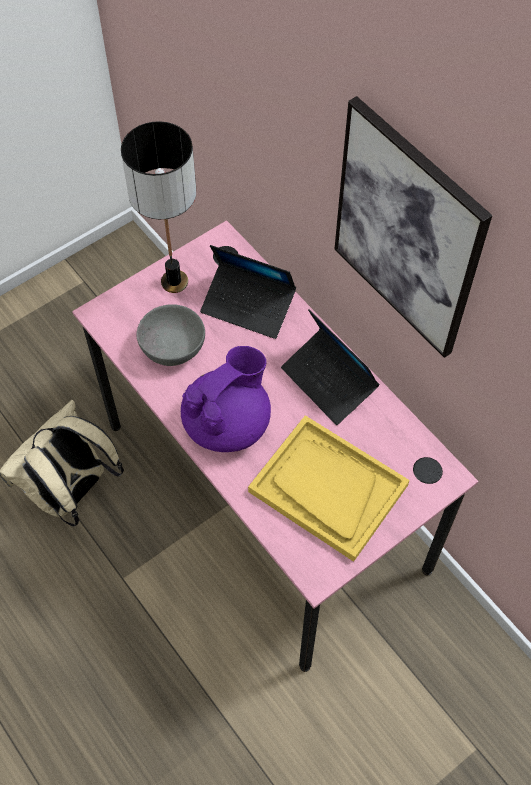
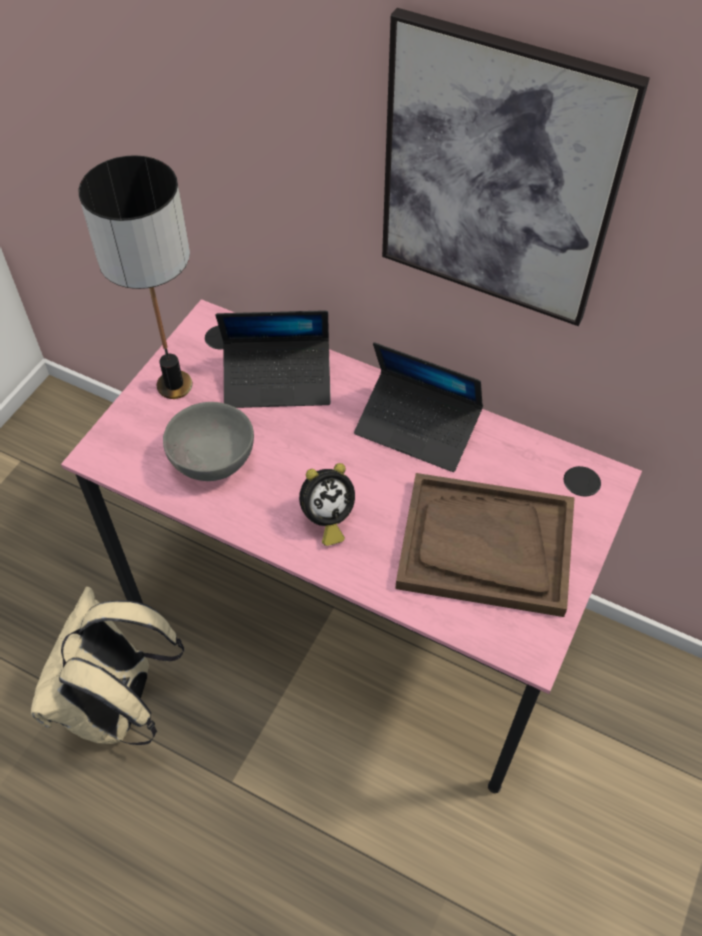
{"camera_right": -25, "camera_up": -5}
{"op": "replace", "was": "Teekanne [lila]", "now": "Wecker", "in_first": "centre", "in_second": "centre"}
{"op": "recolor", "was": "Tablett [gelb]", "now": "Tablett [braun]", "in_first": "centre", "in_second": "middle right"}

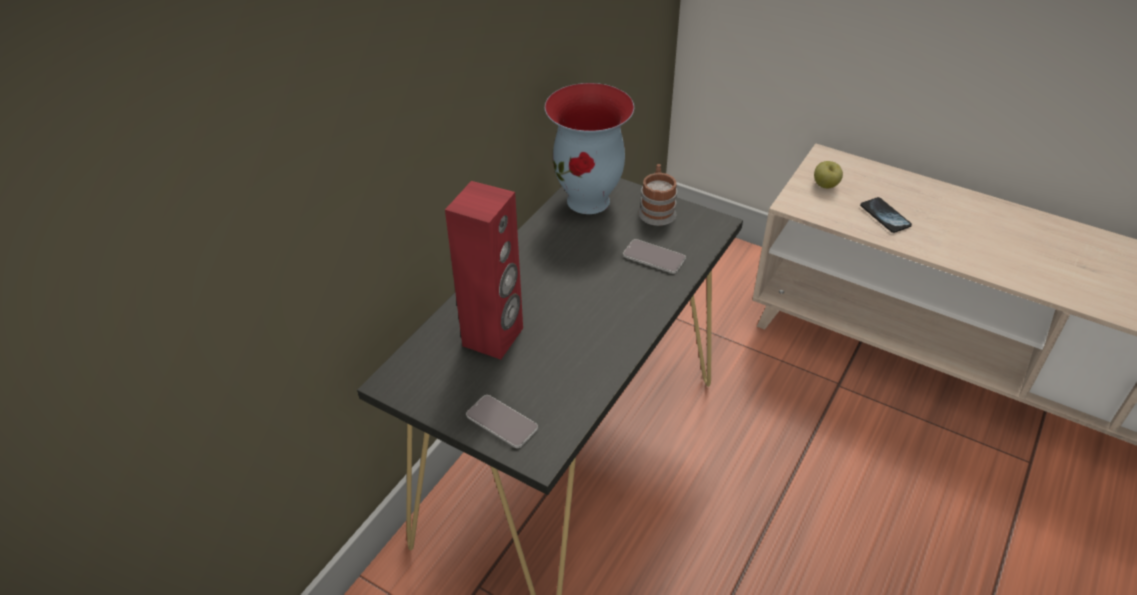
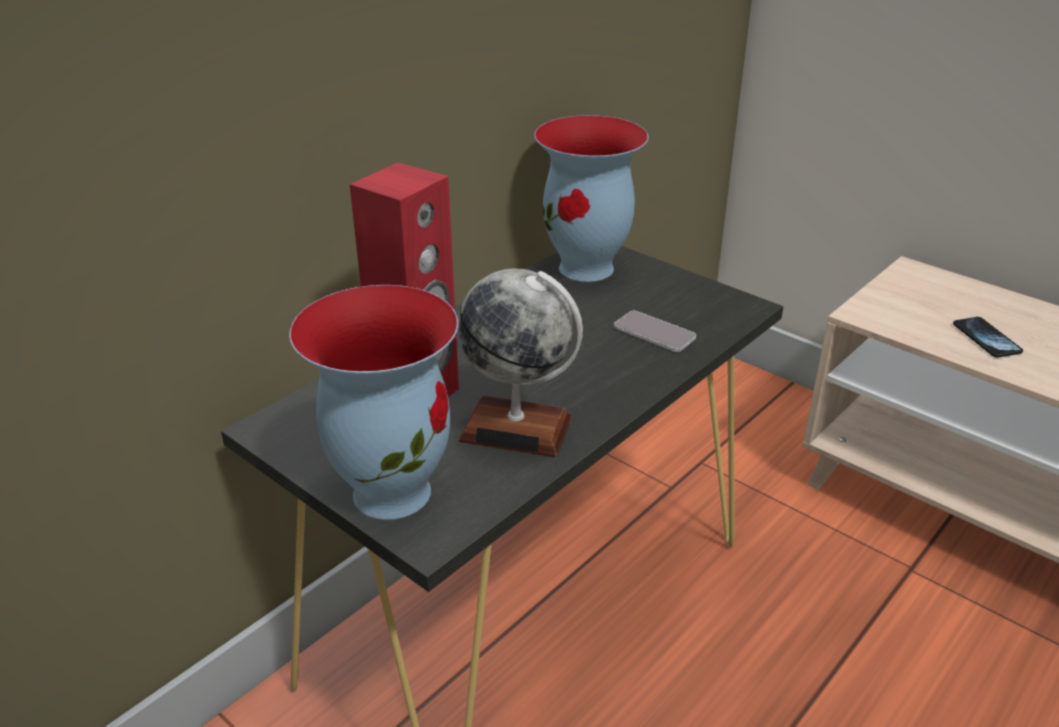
{"camera_right": 10, "camera_up": -10}
{"op": "delete", "was": "Henkelbecher", "in_first": "top centre"}
{"op": "delete", "was": "Apfel", "in_first": "top right"}
{"op": "insert", "now": "Globus", "in_second": "centre"}
{"op": "replace", "was": "Handy (1st from left)", "now": "Vase (1st from left)", "in_first": "bottom centre", "in_second": "centre"}

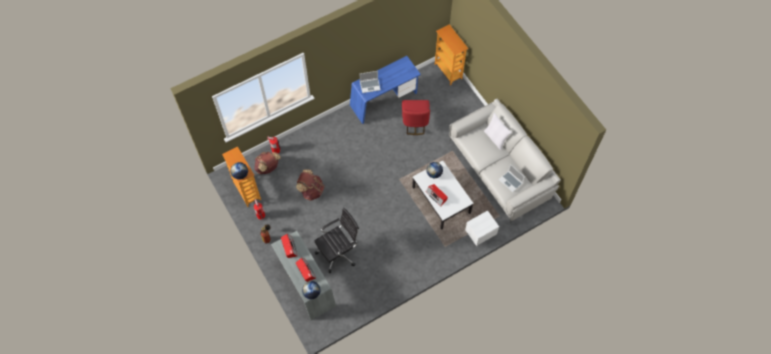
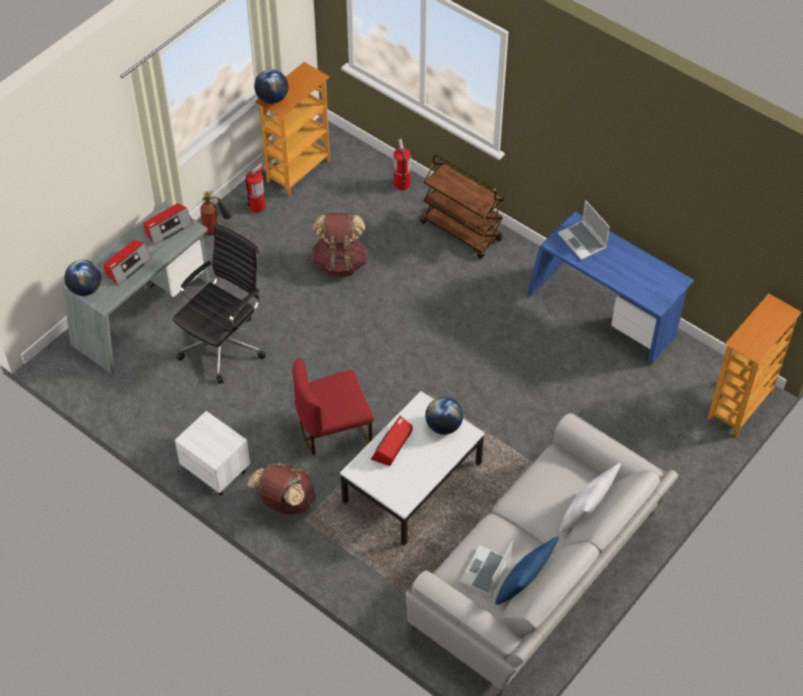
{"camera_right": 70, "camera_up": -10}
{"op": "insert", "now": "Rollwagen [braun]", "in_second": "top centre"}
{"op": "insert", "now": "Kissen [blau]", "in_second": "bottom centre"}
{"op": "move", "was": "Rucksack [braun] (1st from left)", "in_first": "centre", "in_second": "bottom centre"}
{"op": "move", "was": "Stuhl [rot]", "in_first": "top centre", "in_second": "centre"}
{"op": "move", "was": "Nachttisch [weiß]", "in_first": "centre", "in_second": "middle left"}
{"op": "rotate", "was": "Bürostuhl [schwarz]", "in_first": "bottom centre", "in_second": "middle left", "clockwise": -90}

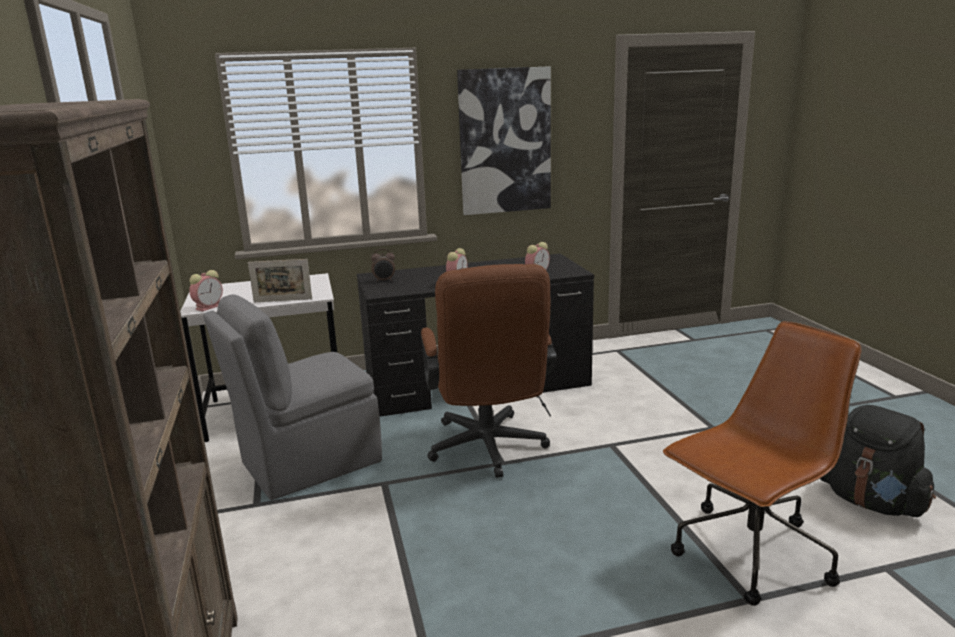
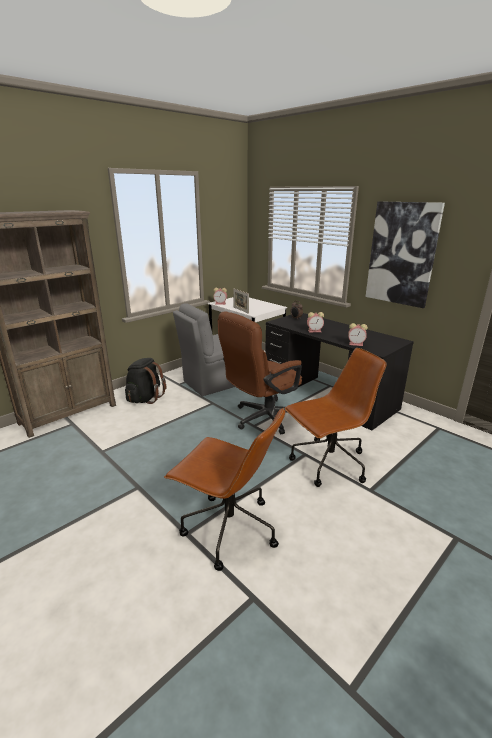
{"camera_right": 60, "camera_up": 5}
{"op": "insert", "now": "Bürostuhl [braun] (3rd from left)", "in_second": "middle right"}
{"op": "move", "was": "Rucksack [schwarz]", "in_first": "bottom right", "in_second": "middle left"}
{"op": "rotate", "was": "Stuhl [grau]", "in_first": "middle left", "in_second": "centre", "clockwise": -60}

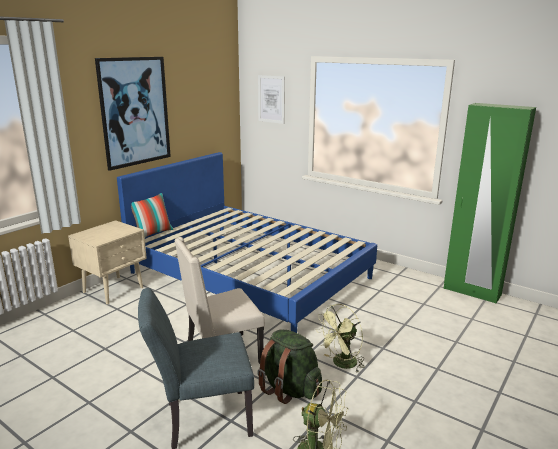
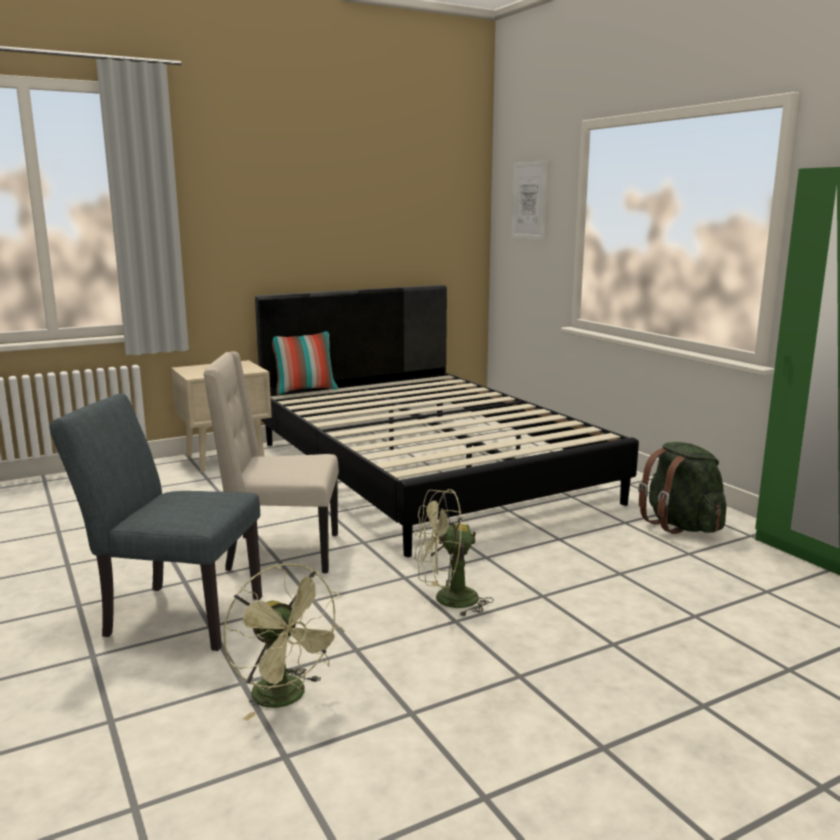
{"camera_right": 25, "camera_up": -5}
{"op": "delete", "was": "Bild (1st from left)", "in_first": "top left"}
{"op": "move", "was": "Rucksack [grün]", "in_first": "bottom centre", "in_second": "middle right"}
{"op": "recolor", "was": "Bett [blau]", "now": "Bett [schwarz]", "in_first": "centre", "in_second": "centre"}

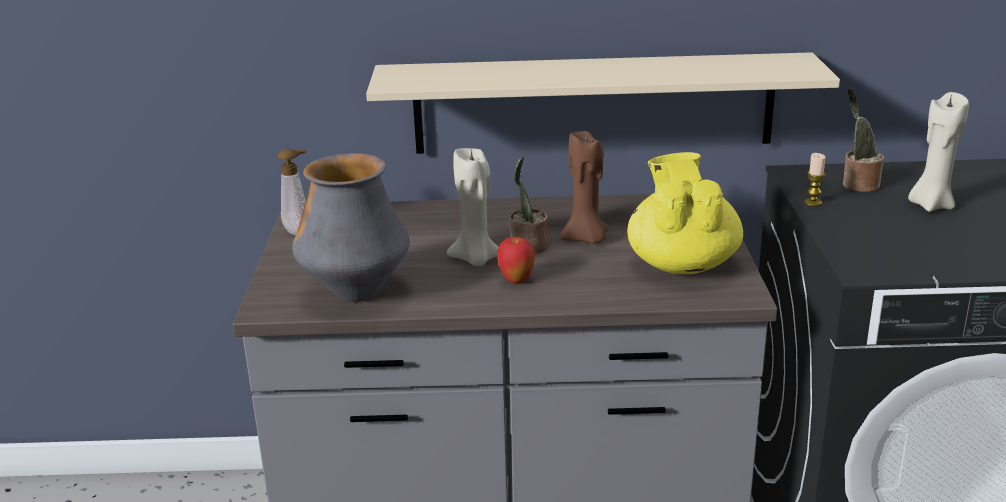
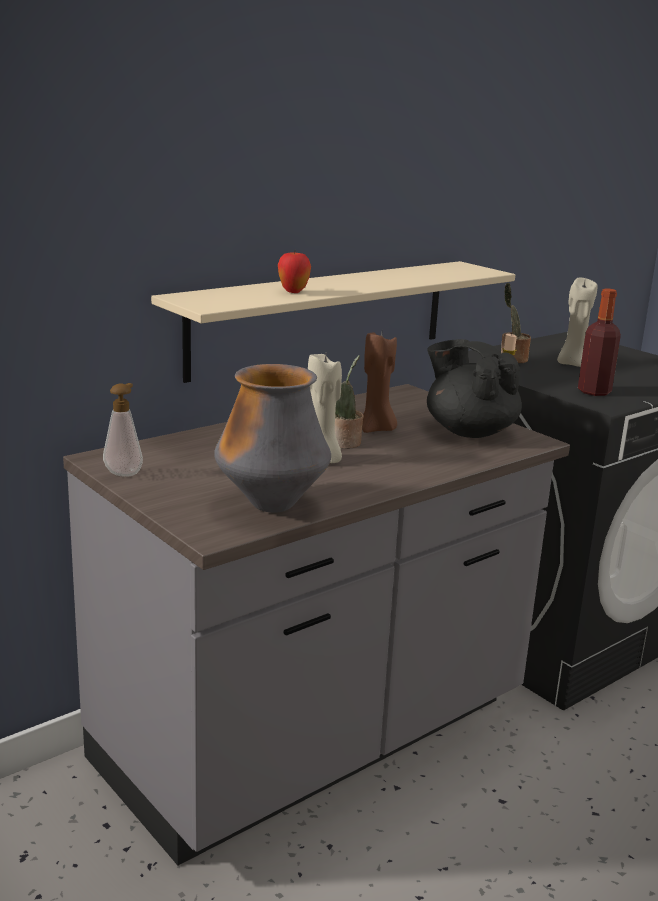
{"camera_right": -40, "camera_up": -5}
{"op": "insert", "now": "Flasche", "in_second": "middle right"}
{"op": "move", "was": "Apfel", "in_first": "centre", "in_second": "top centre"}
{"op": "recolor", "was": "Teekanne [gelb]", "now": "Teekanne [schwarz]", "in_first": "middle right", "in_second": "middle right"}

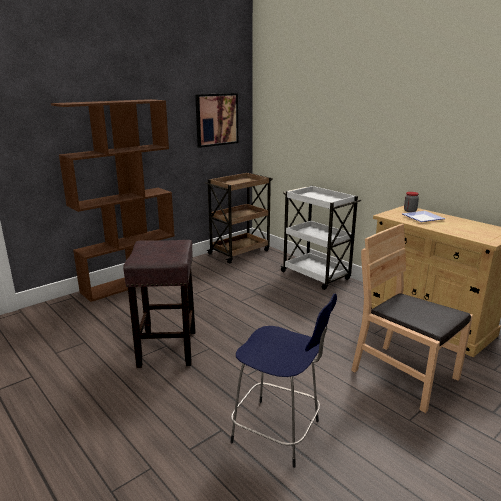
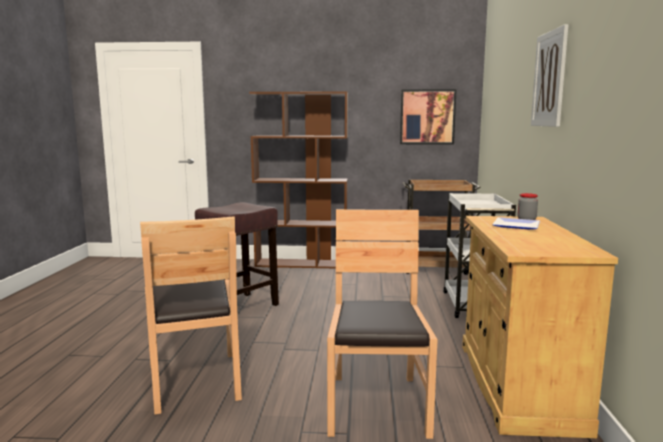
{"camera_right": 45, "camera_up": -10}
{"op": "insert", "now": "Bild (2nd from left)", "in_second": "top right"}
{"op": "replace", "was": "Hocker [blau]", "now": "Stuhl [braun] (1st from left)", "in_first": "bottom centre", "in_second": "bottom left"}

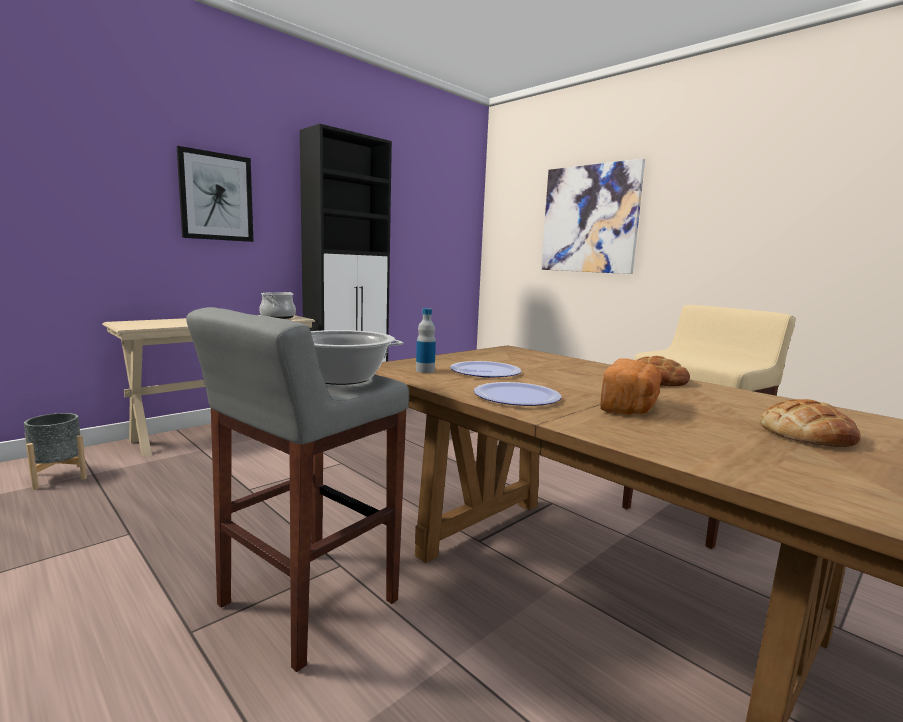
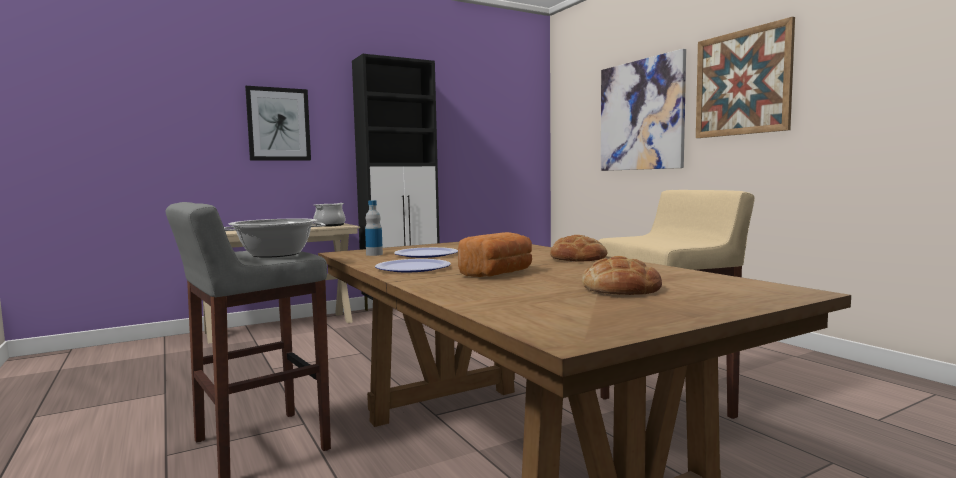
{"camera_right": 15, "camera_up": -5}
{"op": "delete", "was": "Pflanzkübel [grau]", "in_first": "middle left"}
{"op": "insert", "now": "Bild (3rd from left)", "in_second": "top right"}

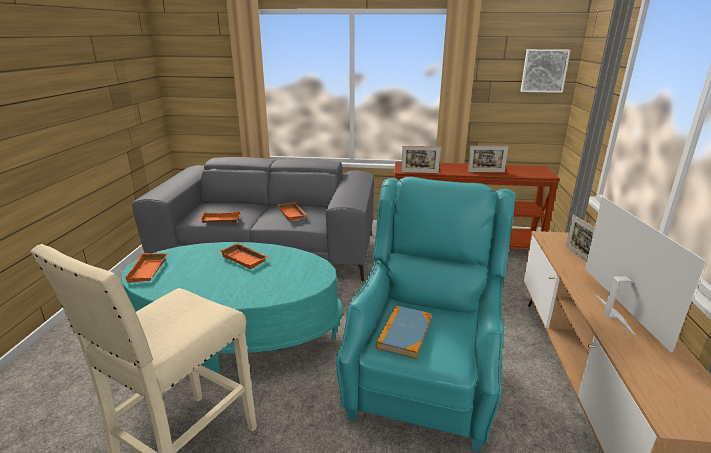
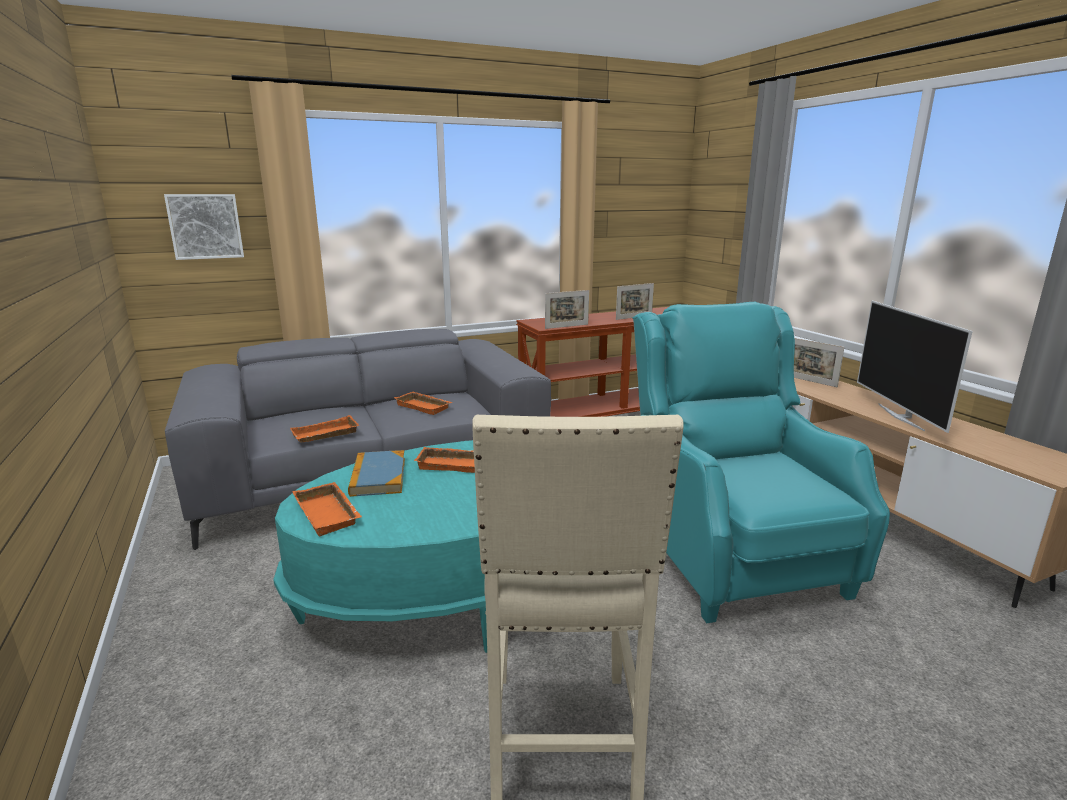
{"camera_right": -30, "camera_up": -5}
{"op": "move", "was": "Buch", "in_first": "bottom centre", "in_second": "centre"}
{"op": "move", "was": "Bild", "in_first": "top right", "in_second": "top left"}
{"op": "rotate", "was": "Fernseher", "in_first": "middle right", "in_second": "middle right", "clockwise": -150}

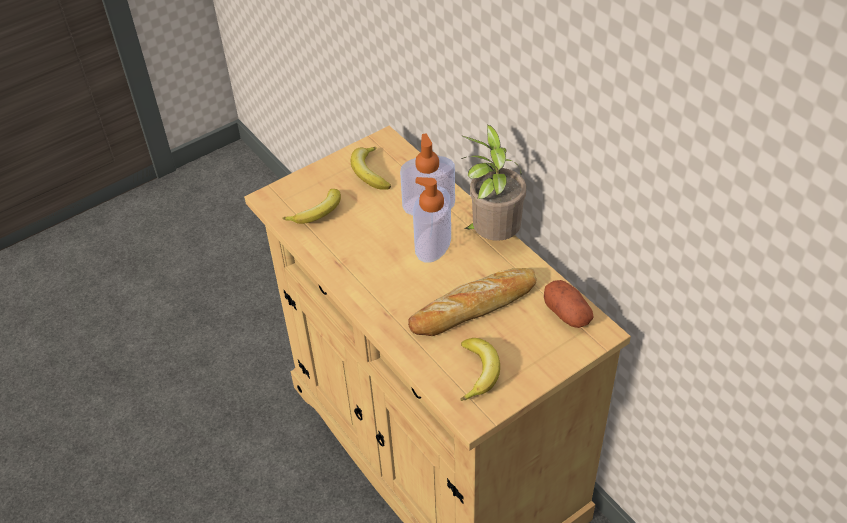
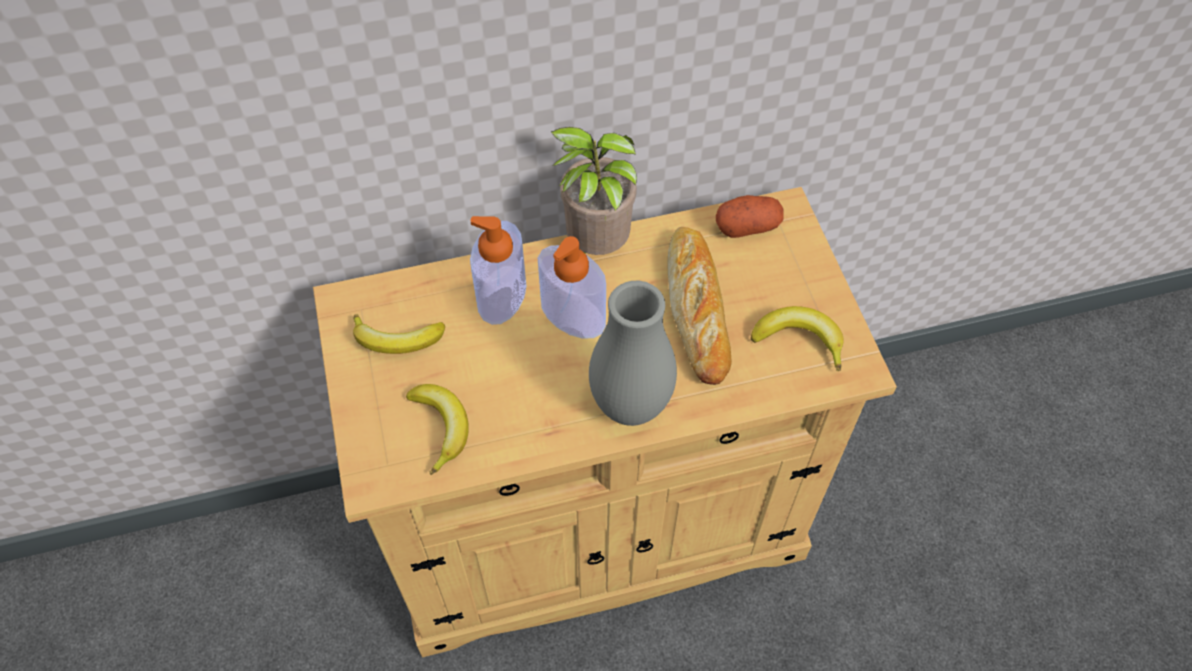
{"camera_right": -70, "camera_up": 10}
{"op": "insert", "now": "Vase [grau]", "in_second": "centre"}

